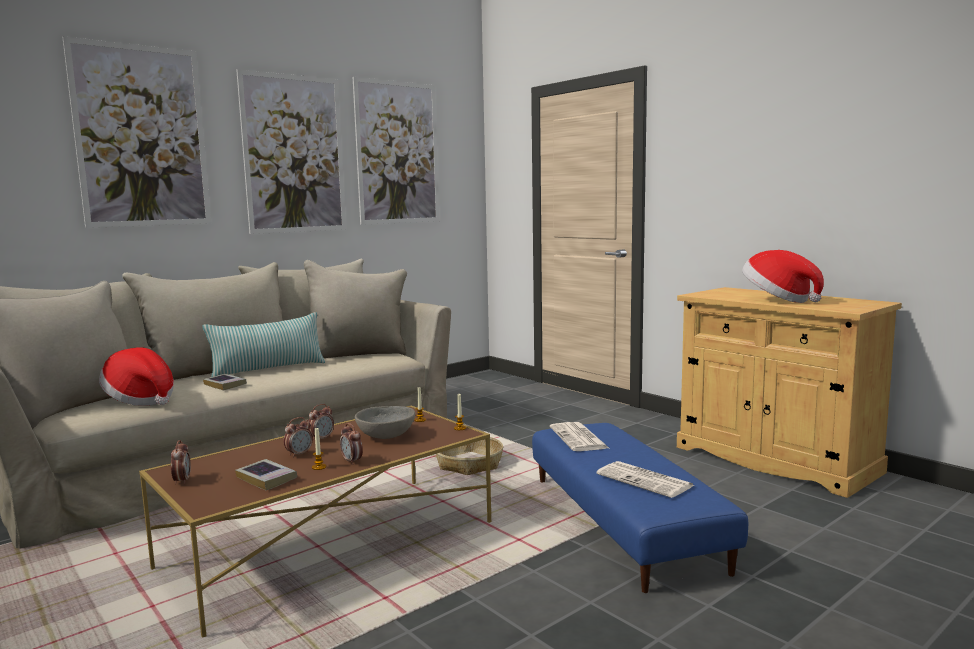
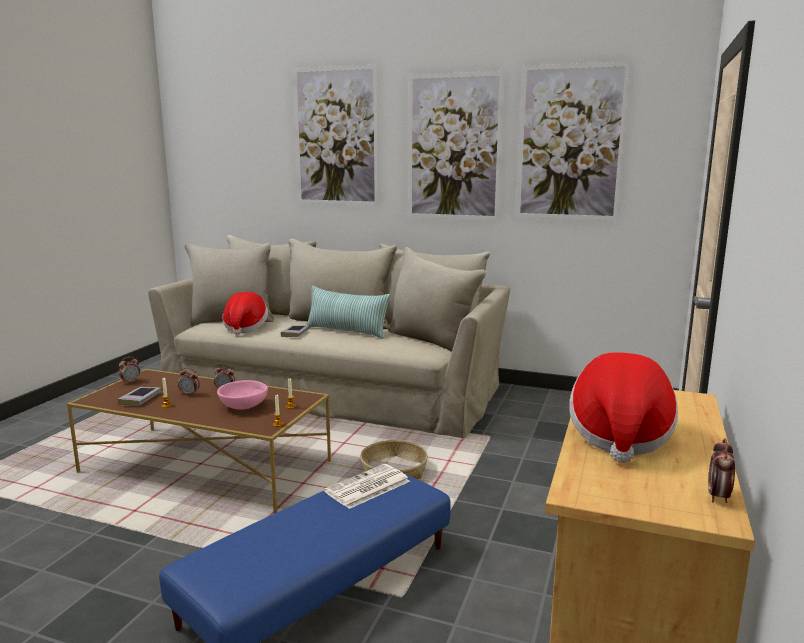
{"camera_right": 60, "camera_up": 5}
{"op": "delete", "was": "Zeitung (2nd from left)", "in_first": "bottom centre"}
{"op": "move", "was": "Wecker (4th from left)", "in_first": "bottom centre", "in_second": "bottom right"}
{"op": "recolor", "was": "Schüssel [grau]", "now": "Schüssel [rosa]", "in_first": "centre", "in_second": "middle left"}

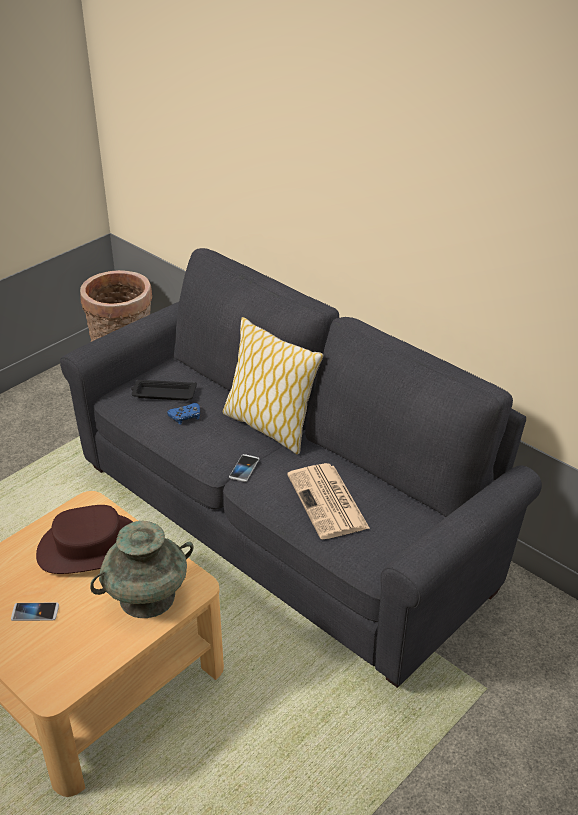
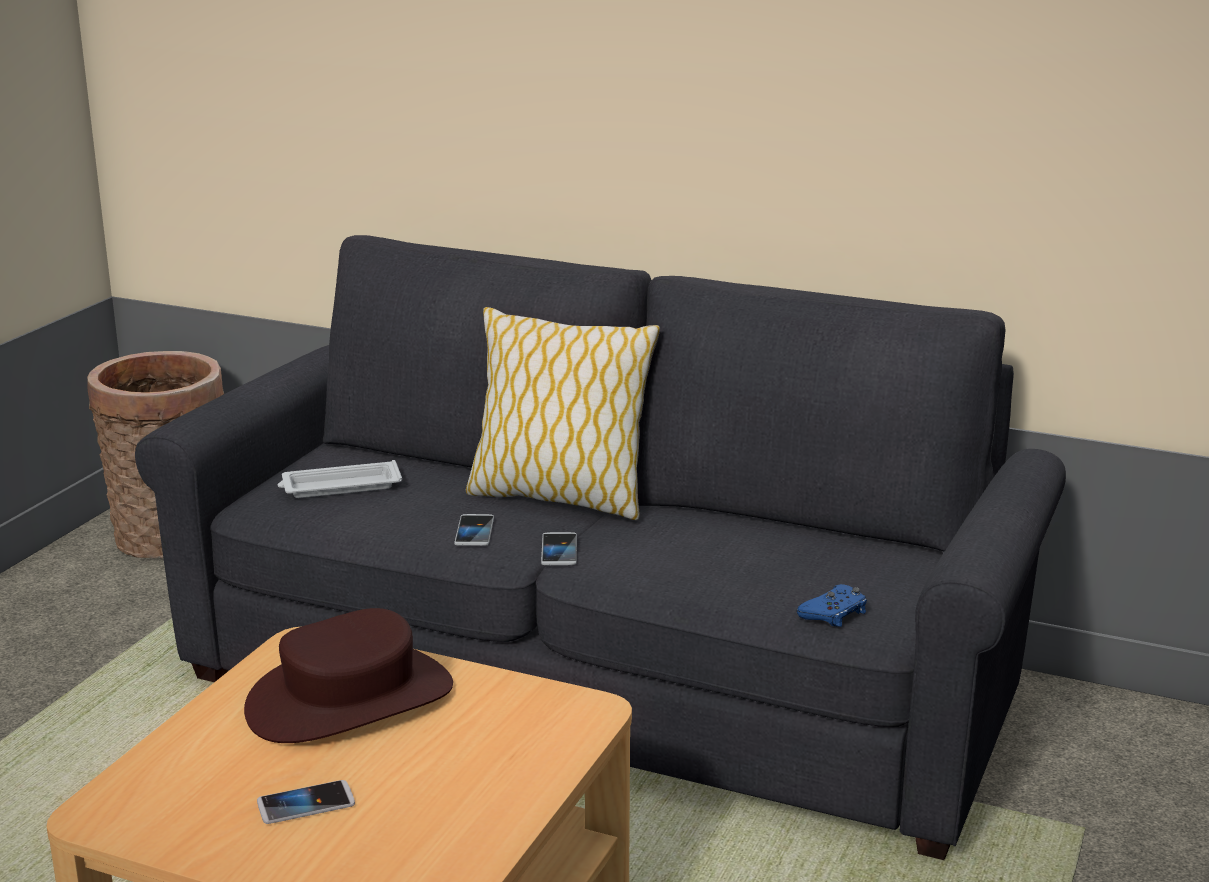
{"camera_right": -20, "camera_up": -15}
{"op": "delete", "was": "Vase [türkis]", "in_first": "bottom left"}
{"op": "delete", "was": "Zeitung", "in_first": "centre"}
{"op": "insert", "now": "Handy (2nd from left)", "in_second": "centre"}
{"op": "move", "was": "Gamepad [blau]", "in_first": "middle left", "in_second": "bottom right"}
{"op": "recolor", "was": "Tablett [schwarz]", "now": "Tablett [weiß]", "in_first": "middle left", "in_second": "middle left"}

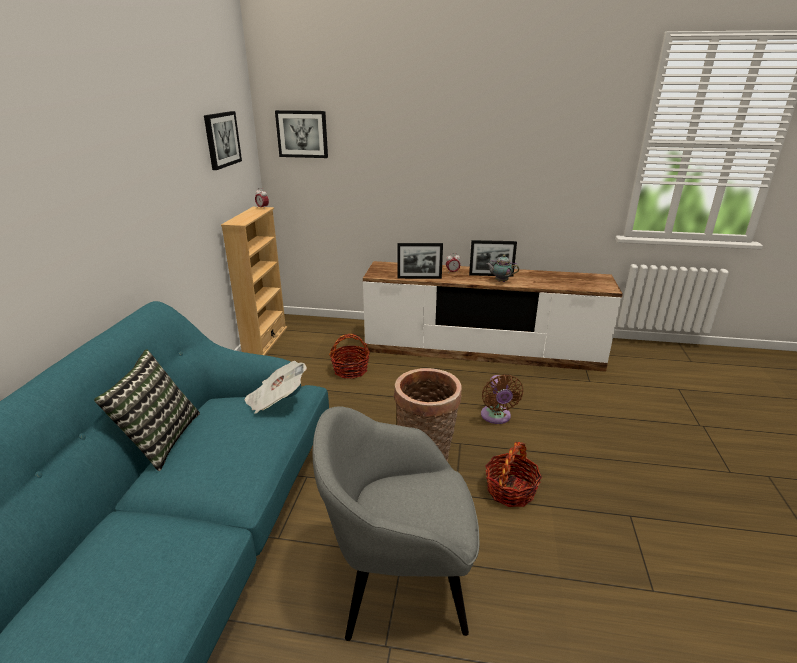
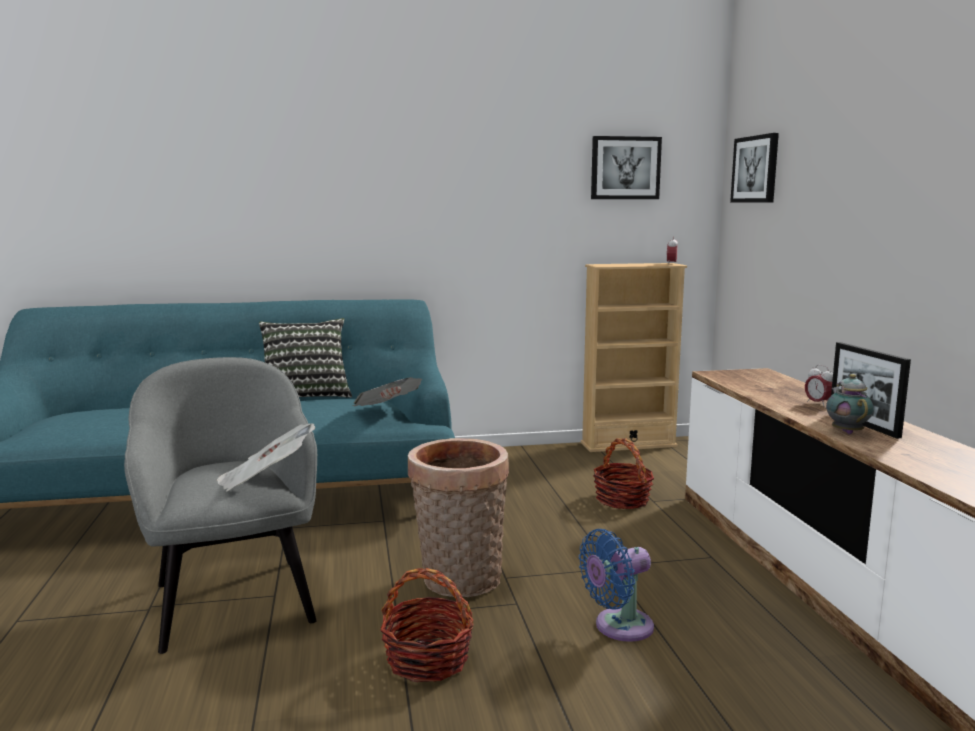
{"camera_right": 70, "camera_up": -15}
{"op": "delete", "was": "Bilderrahmen (1st from left)", "in_first": "centre"}
{"op": "insert", "now": "Zeitung (1st from left)", "in_second": "middle left"}
{"op": "recolor", "was": "Ventilator [braun]", "now": "Ventilator [blau]", "in_first": "centre", "in_second": "bottom centre"}

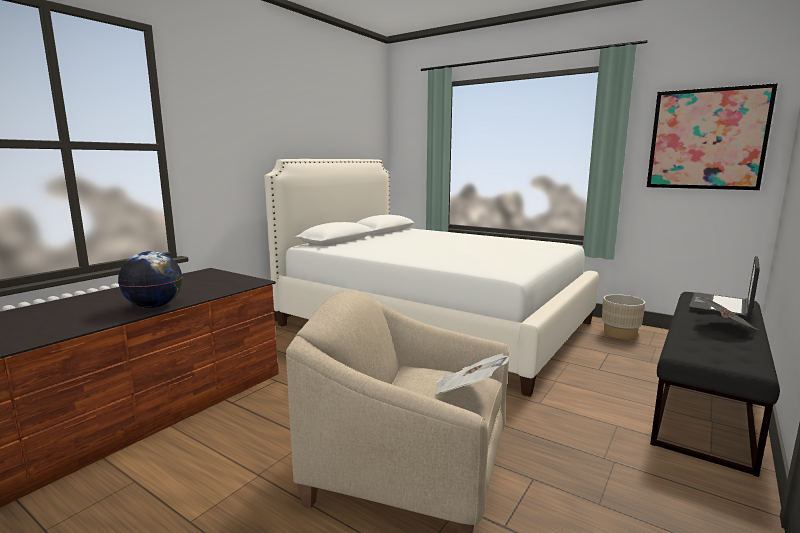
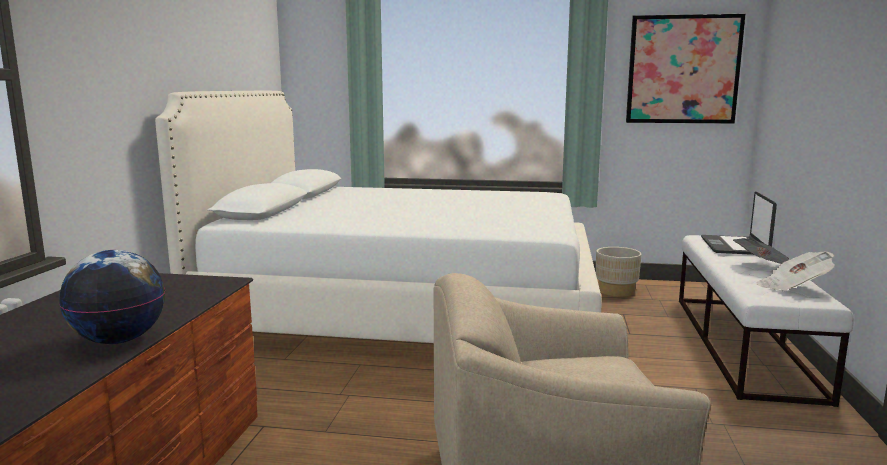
{"camera_right": -25, "camera_up": 0}
{"op": "move", "was": "Zeitung (1st from left in the first image)", "now": "Zeitung (2nd from left)", "in_first": "bottom centre", "in_second": "middle right"}
{"op": "recolor", "was": "Bank [schwarz]", "now": "Bank [weiß]", "in_first": "bottom right", "in_second": "bottom right"}

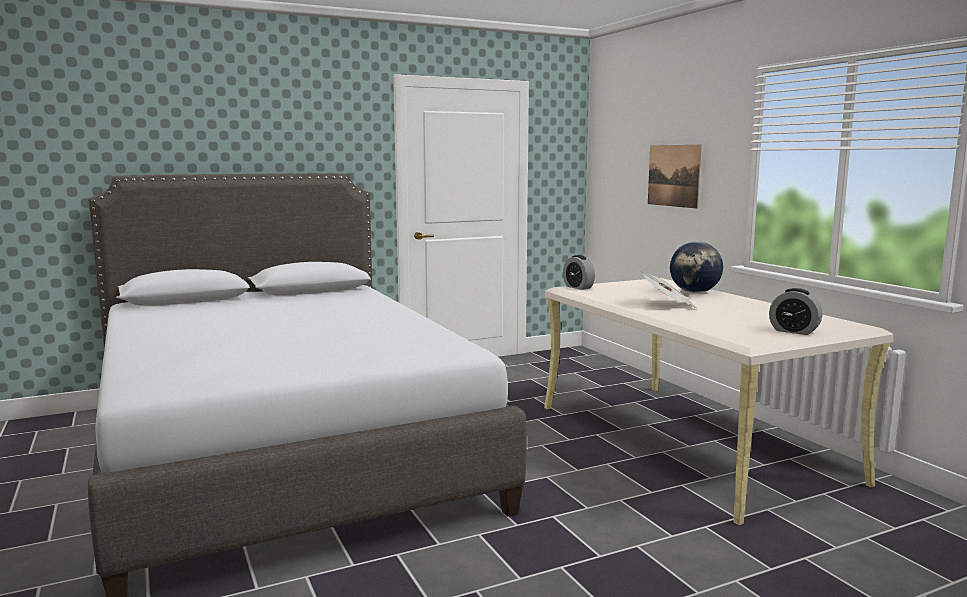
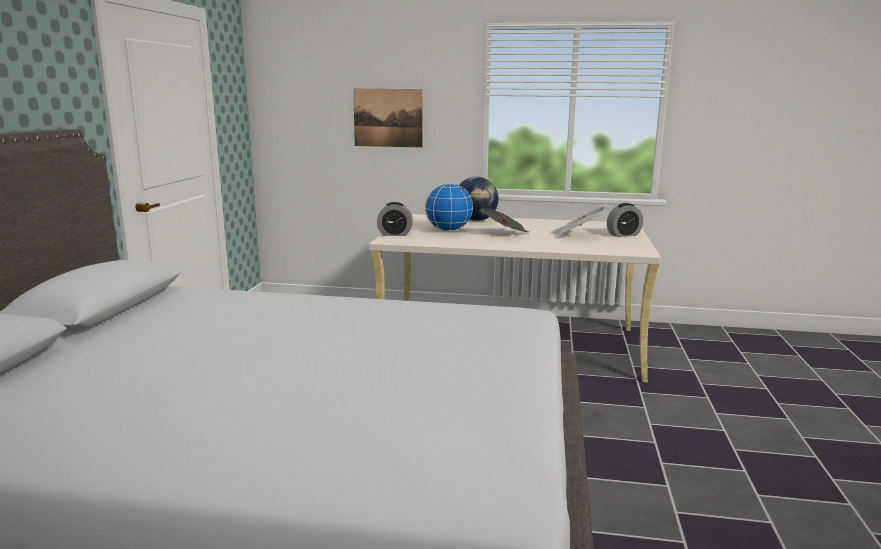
{"camera_right": -55, "camera_up": 5}
{"op": "insert", "now": "Globus (1st from left)", "in_second": "centre"}
{"op": "insert", "now": "Zeitung (2nd from left)", "in_second": "centre"}

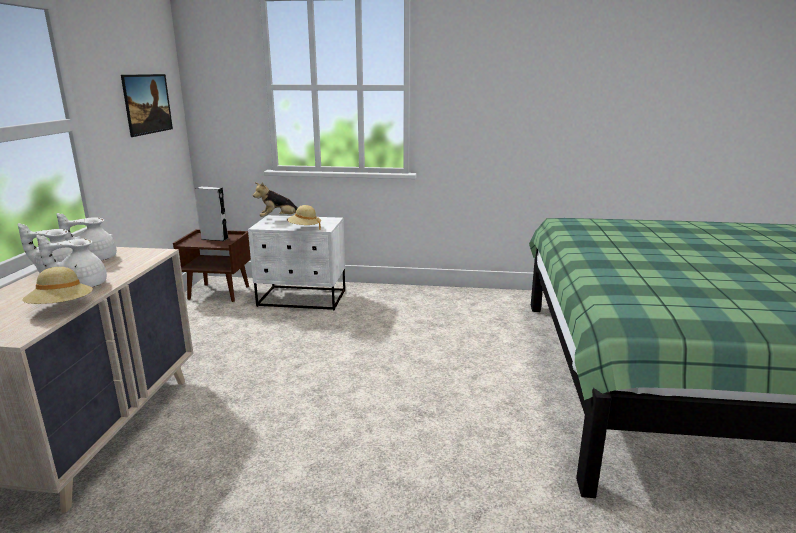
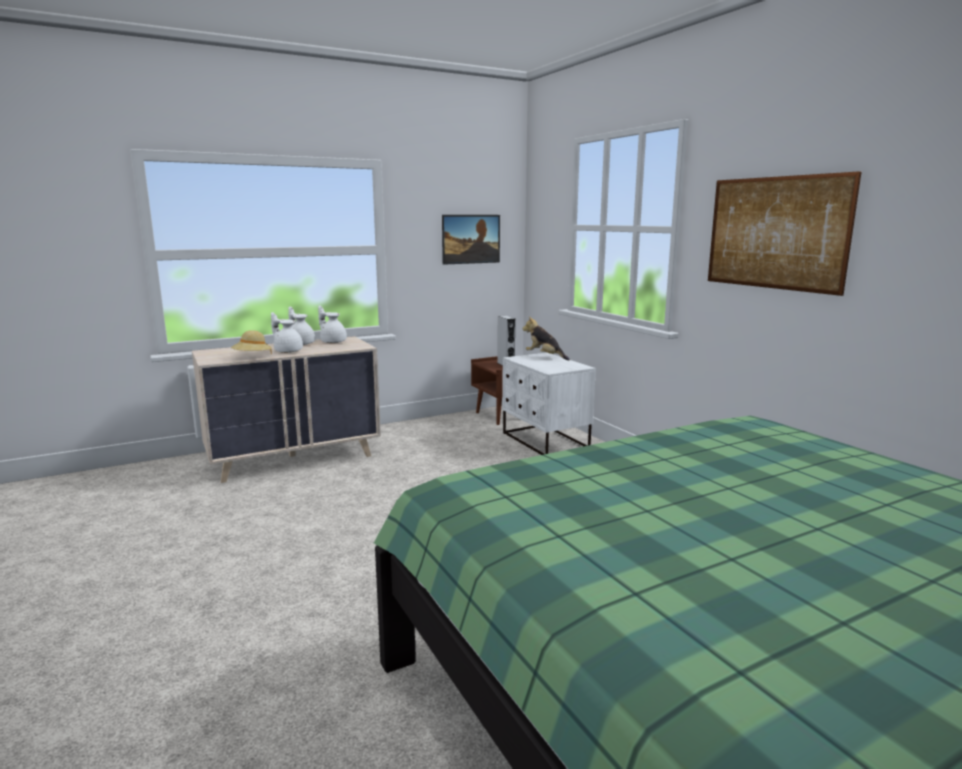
{"camera_right": 55, "camera_up": -5}
{"op": "delete", "was": "Hut [beige] (2nd from left)", "in_first": "centre"}
{"op": "insert", "now": "Bild (2nd from left)", "in_second": "top right"}

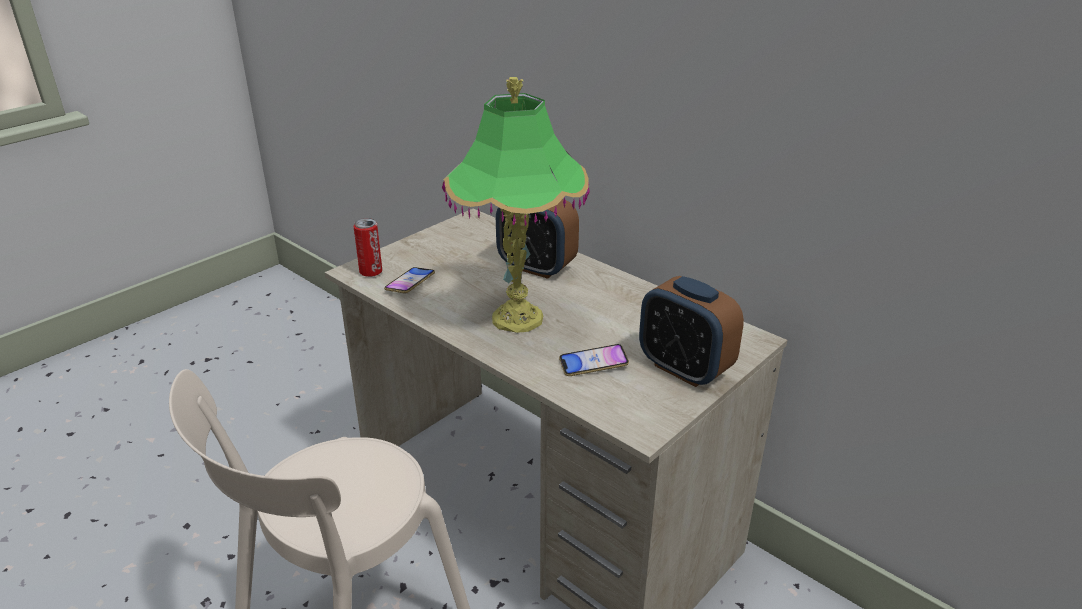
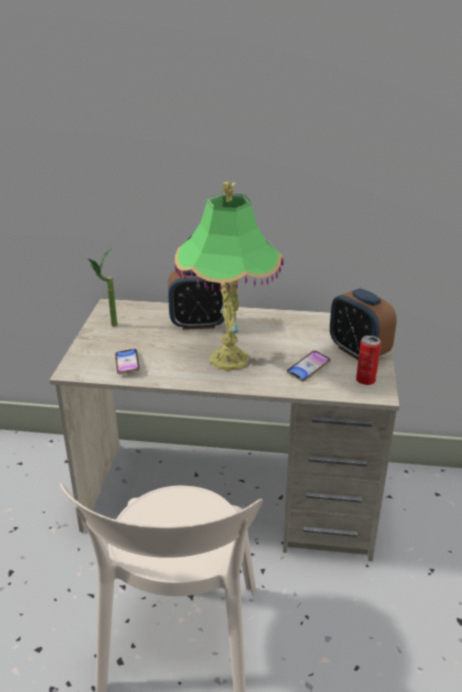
{"camera_right": -35, "camera_up": 0}
{"op": "insert", "now": "Topfpflanze", "in_second": "middle left"}
{"op": "move", "was": "Dose", "in_first": "centre", "in_second": "middle right"}
{"op": "rotate", "was": "Wecker (2nd from left)", "in_first": "centre", "in_second": "middle right", "clockwise": 45}

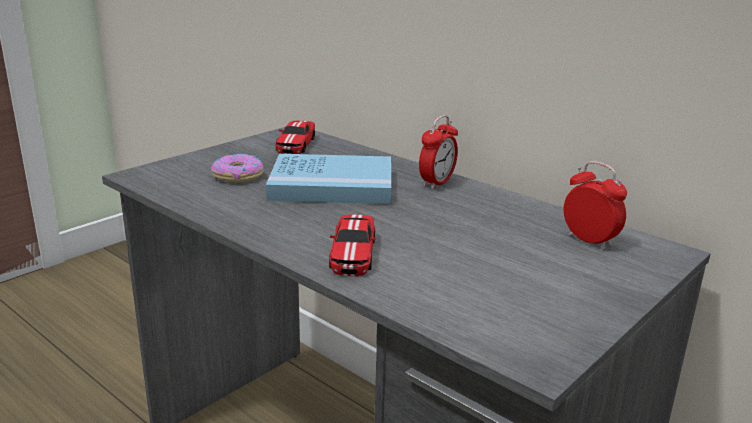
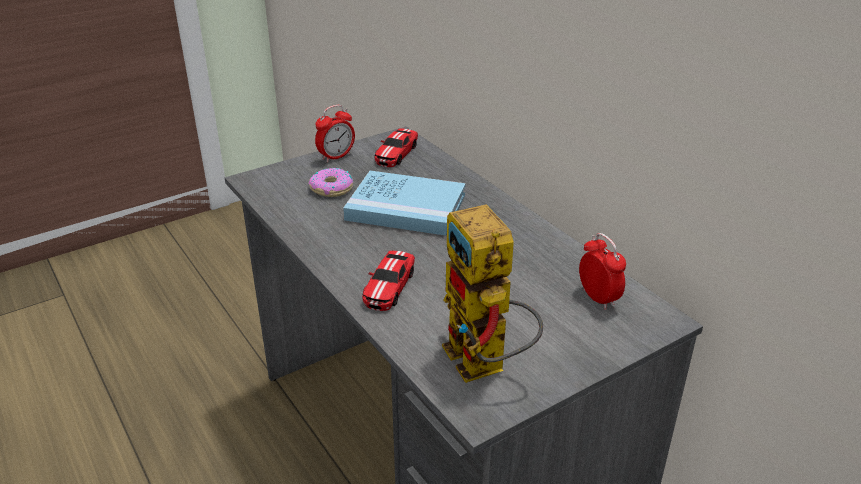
{"camera_right": 15, "camera_up": 10}
{"op": "insert", "now": "Spielzeugroboter", "in_second": "centre"}
{"op": "move", "was": "Wecker (1st from left)", "in_first": "centre", "in_second": "top centre"}

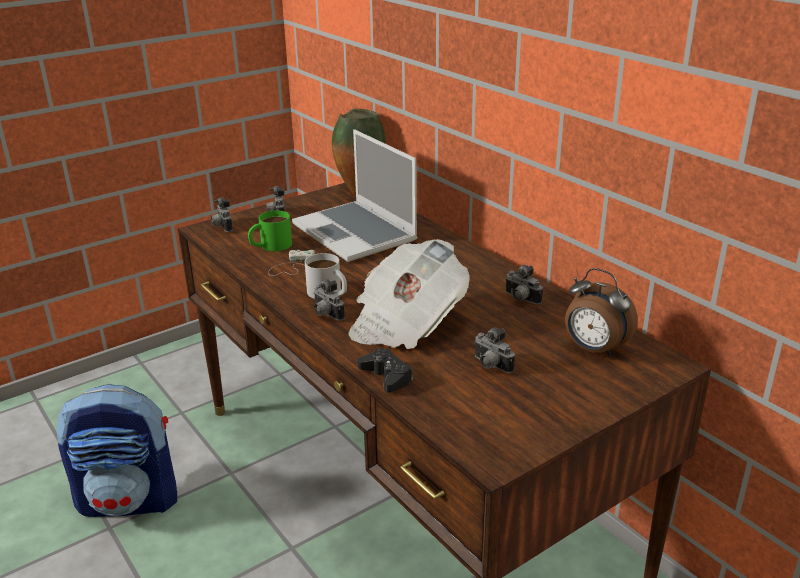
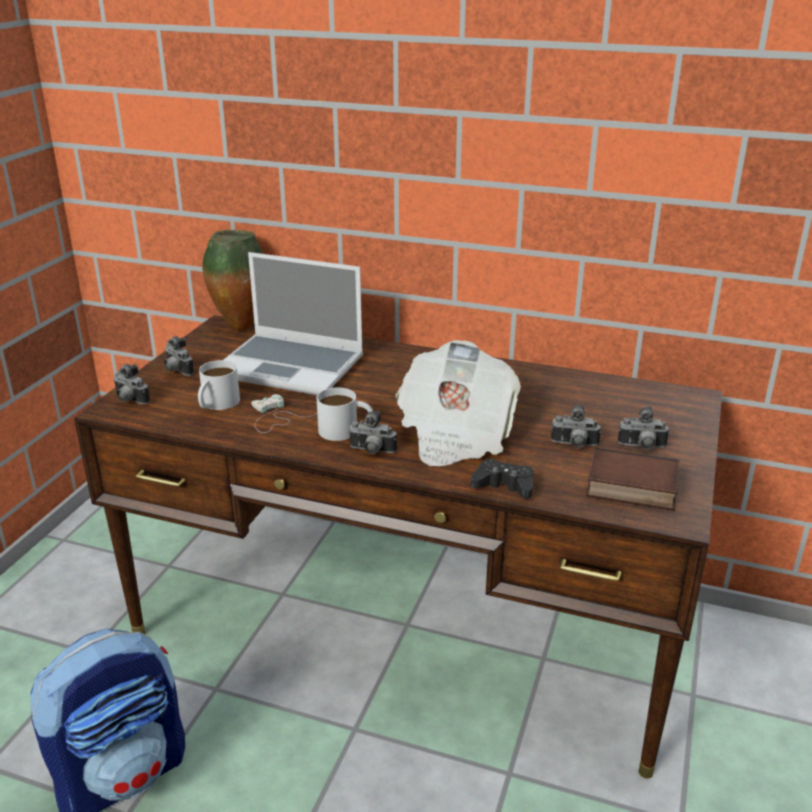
{"camera_right": -35, "camera_up": 0}
{"op": "delete", "was": "Wecker", "in_first": "middle right"}
{"op": "insert", "now": "Buch", "in_second": "middle right"}
{"op": "move", "was": "Kamera (5th from left)", "in_first": "centre", "in_second": "middle right"}
{"op": "recolor", "was": "Henkelbecher [grün]", "now": "Henkelbecher [weiß] (1st from left)", "in_first": "centre", "in_second": "middle left"}

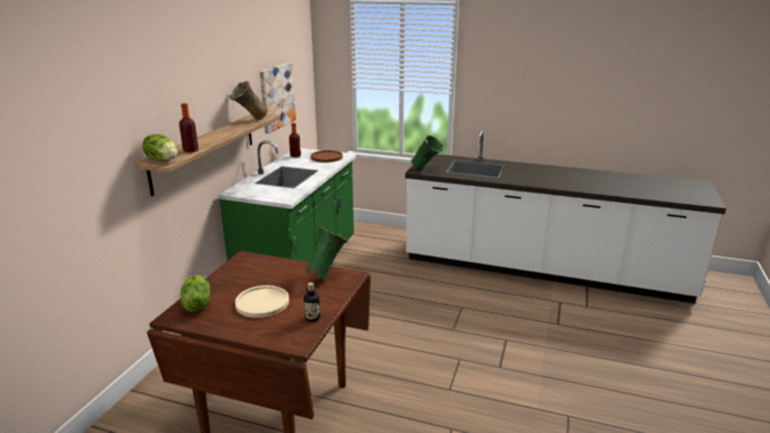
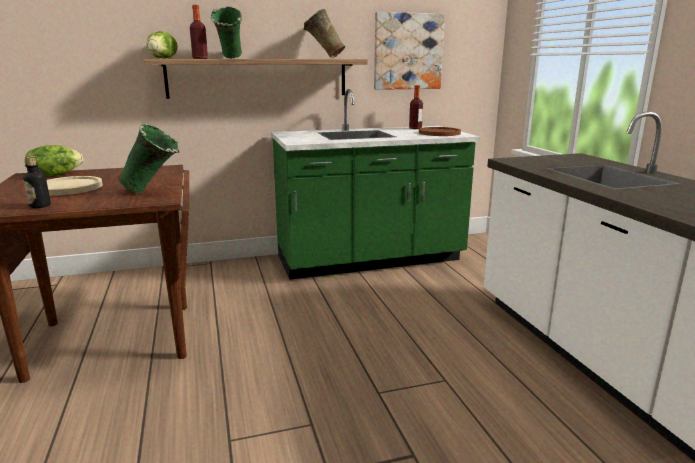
{"camera_right": 55, "camera_up": -5}
{"op": "move", "was": "Vase [grün] (2nd from left)", "in_first": "centre", "in_second": "top left"}

